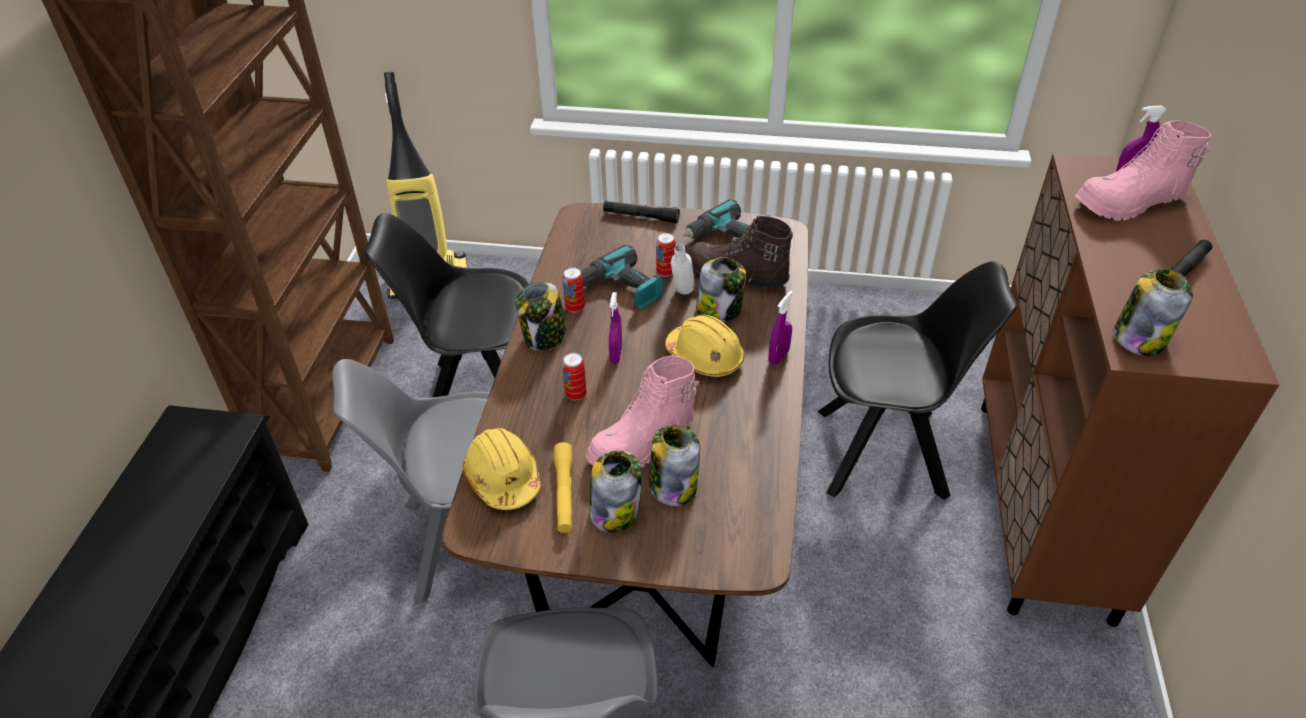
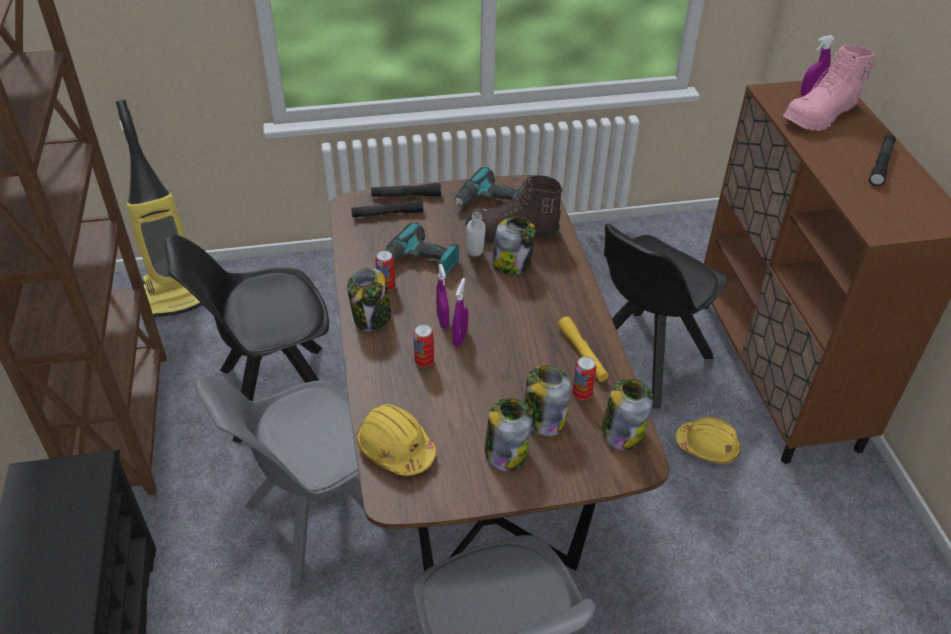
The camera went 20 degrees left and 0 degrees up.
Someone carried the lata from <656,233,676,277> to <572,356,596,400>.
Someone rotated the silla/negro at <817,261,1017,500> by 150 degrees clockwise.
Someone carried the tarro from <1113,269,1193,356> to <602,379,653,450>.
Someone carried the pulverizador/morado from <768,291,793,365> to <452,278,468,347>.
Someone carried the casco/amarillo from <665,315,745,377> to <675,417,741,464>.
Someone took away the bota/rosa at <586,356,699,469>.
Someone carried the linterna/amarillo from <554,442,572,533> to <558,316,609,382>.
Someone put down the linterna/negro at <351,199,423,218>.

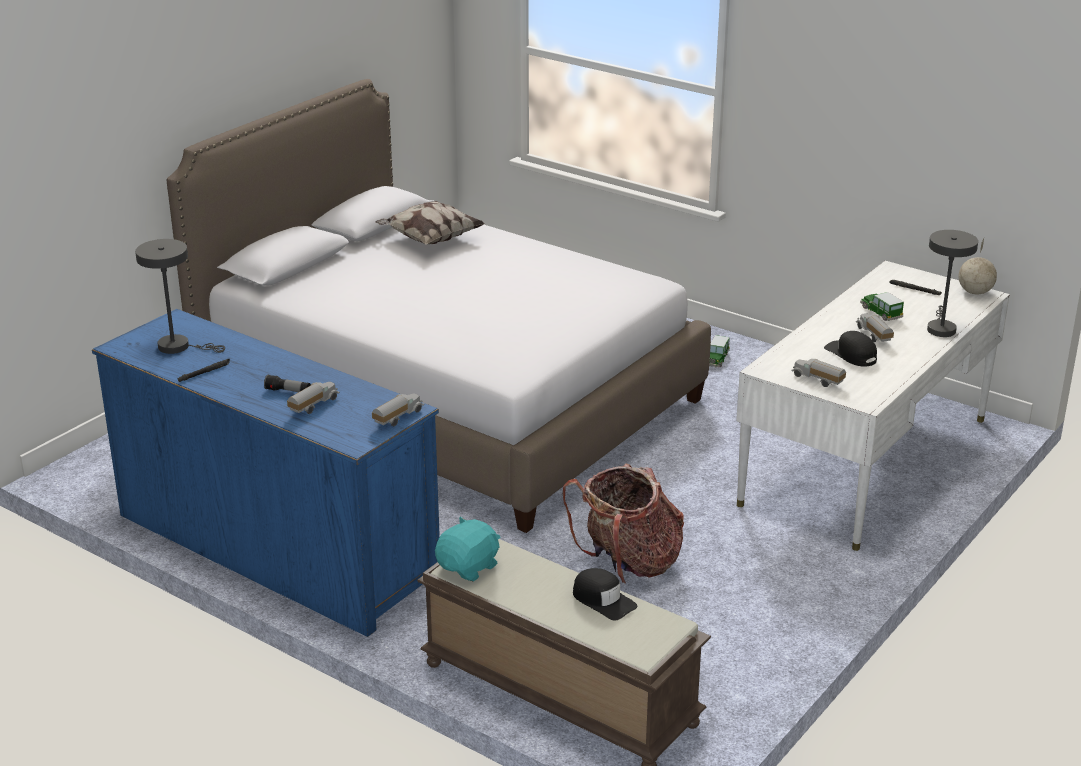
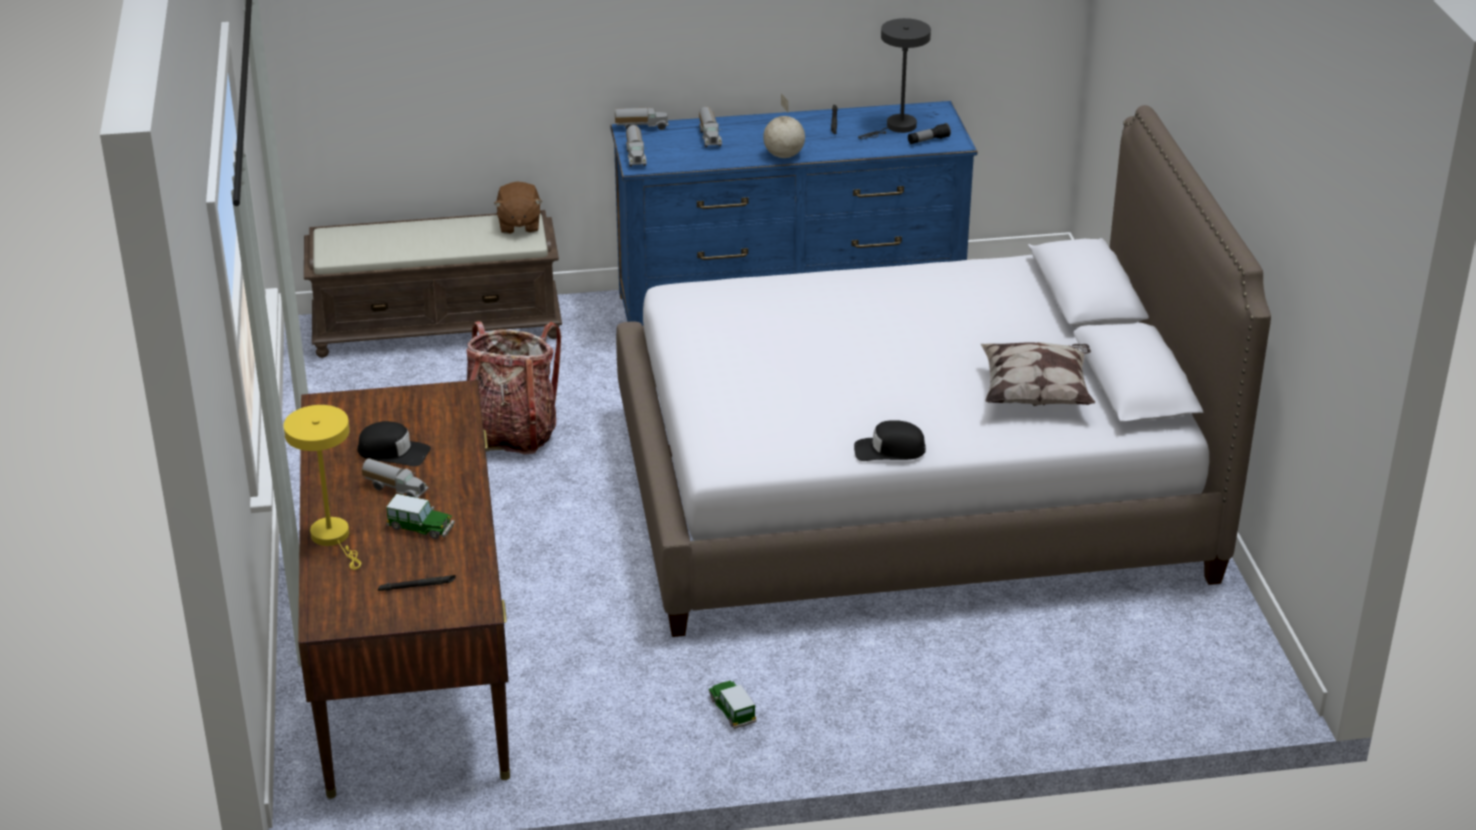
The camera went 135 degrees right and 5 degrees up.
Someone repainted the lámpara de mesa/gris at <927,230,978,337>, which became the lámpara de mesa/amarillo at <283,405,361,570>.
Someone carried the globo terráqueo from <959,239,997,295> to <763,94,805,158>.
Someone repainted the escritorio/blanco at <736,261,1010,551>, which became the escritorio/marrón at <298,380,510,799>.
Someone carried the camión de juguete from <791,359,846,387> to <615,107,669,130>.
Someone carried the linterna from <264,375,311,392> to <908,123,951,144>.
Someone repainted the peluche/turquesa at <435,517,501,582>, which became the peluche/marrón at <494,181,542,234>.
Someone carried the gorra/negro from <573,568,638,621> to <854,420,926,461>.

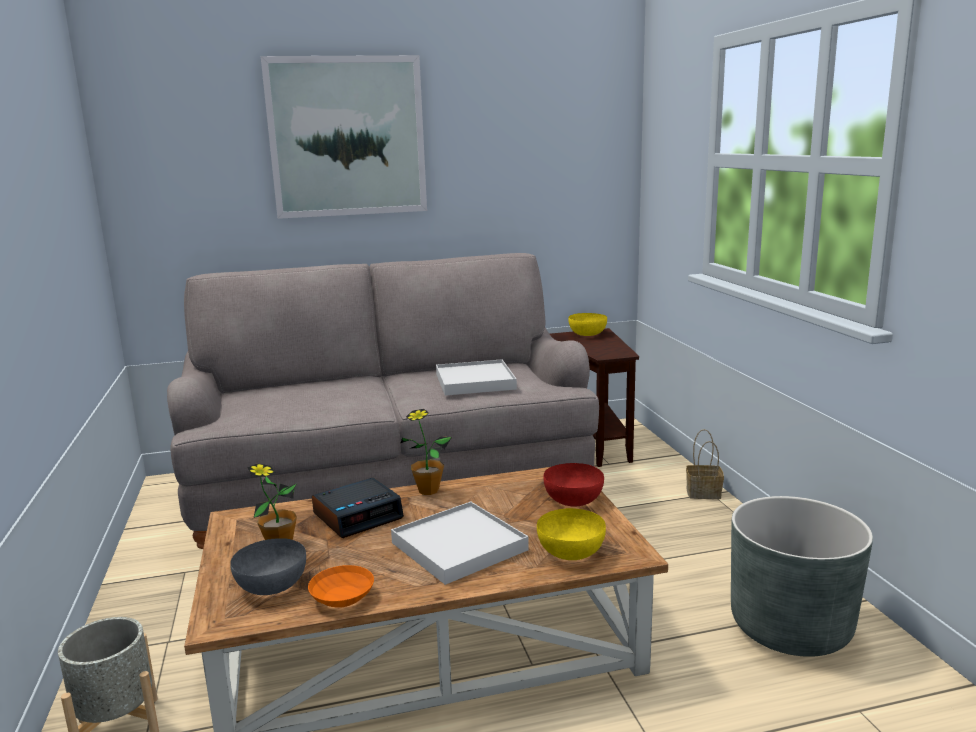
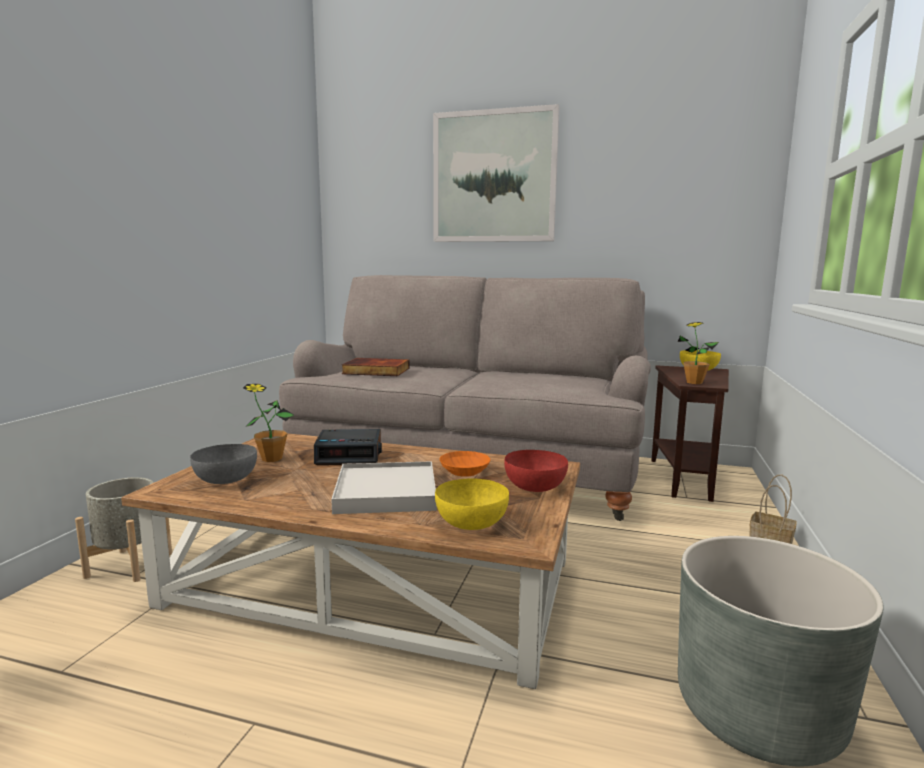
The camera went 30 degrees right and 5 degrees down.
Someone took away the bandeja/blanco at <436,359,517,396>.
Someone carried the planta en maceta from <400,409,452,495> to <678,322,719,384>.
Someone carried the cuenco/naranja from <308,565,374,608> to <439,451,490,477>.
Someone put down the libro at <342,358,409,376>.

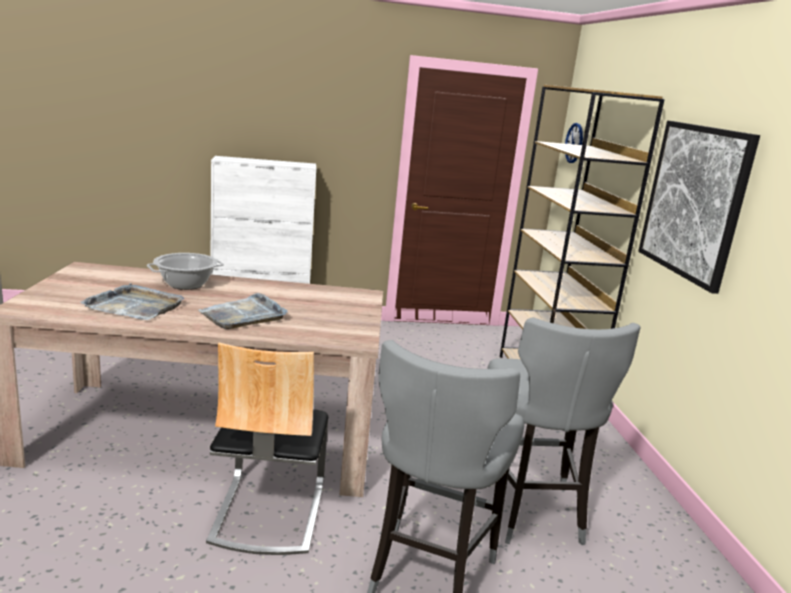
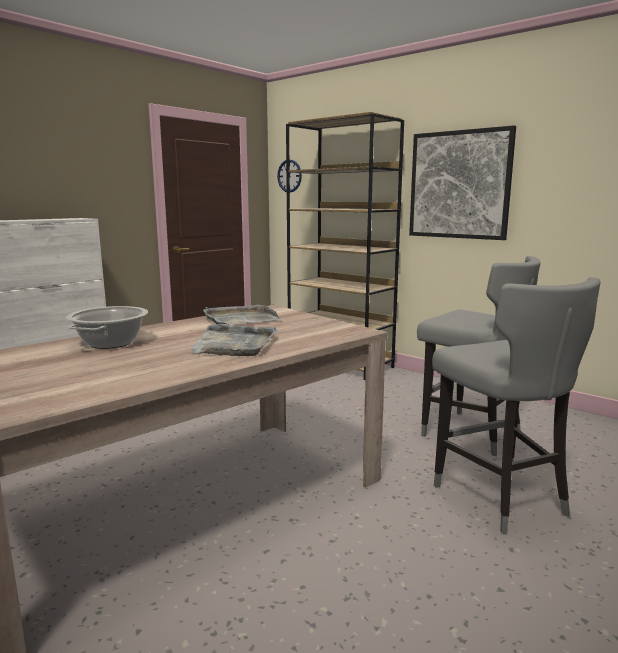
The camera went 40 degrees left and 5 degrees down.
Someone carried the bandeja/gris from <80,283,184,320> to <203,304,282,325>.
Someone took away the silla at <206,343,328,555>.

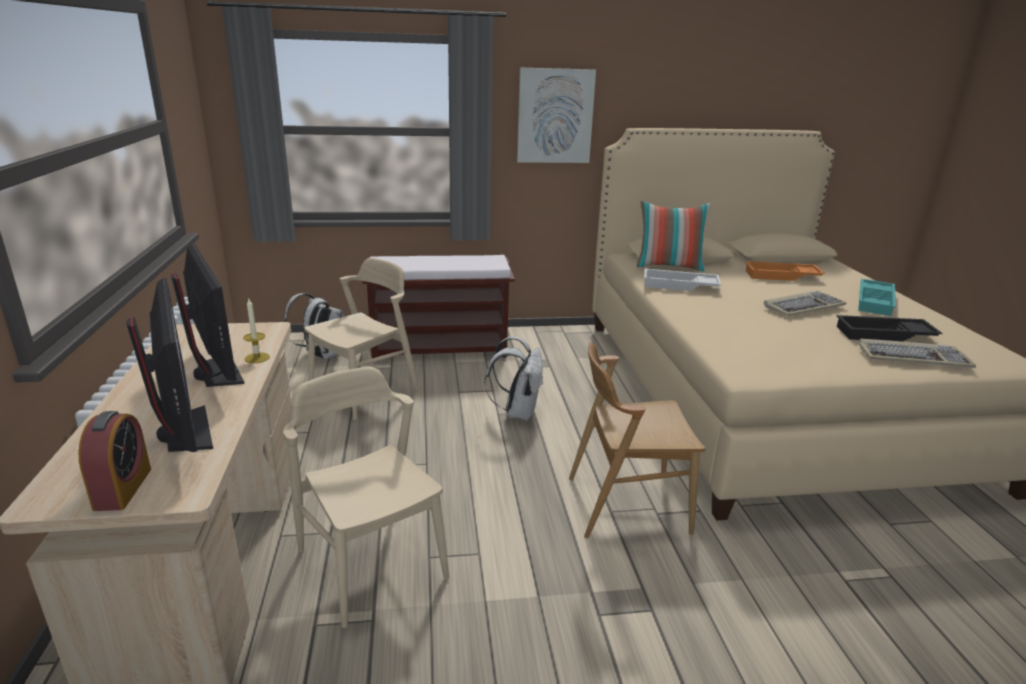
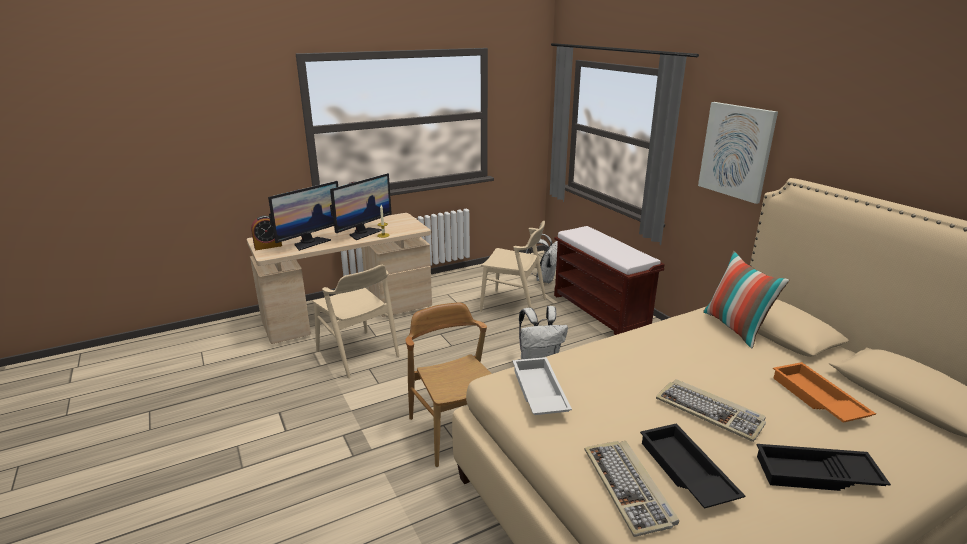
The camera went 70 degrees right and 0 degrees up.
Someone carried the bandeja/blanco from <644,269,721,291> to <513,357,572,415>.
Someone repainted the bandeja/turquesa at <858,279,896,316>, which became the bandeja/negro at <757,444,891,491>.
Someone rotated the silla/beis at <283,367,449,628> by 105 degrees clockwise.

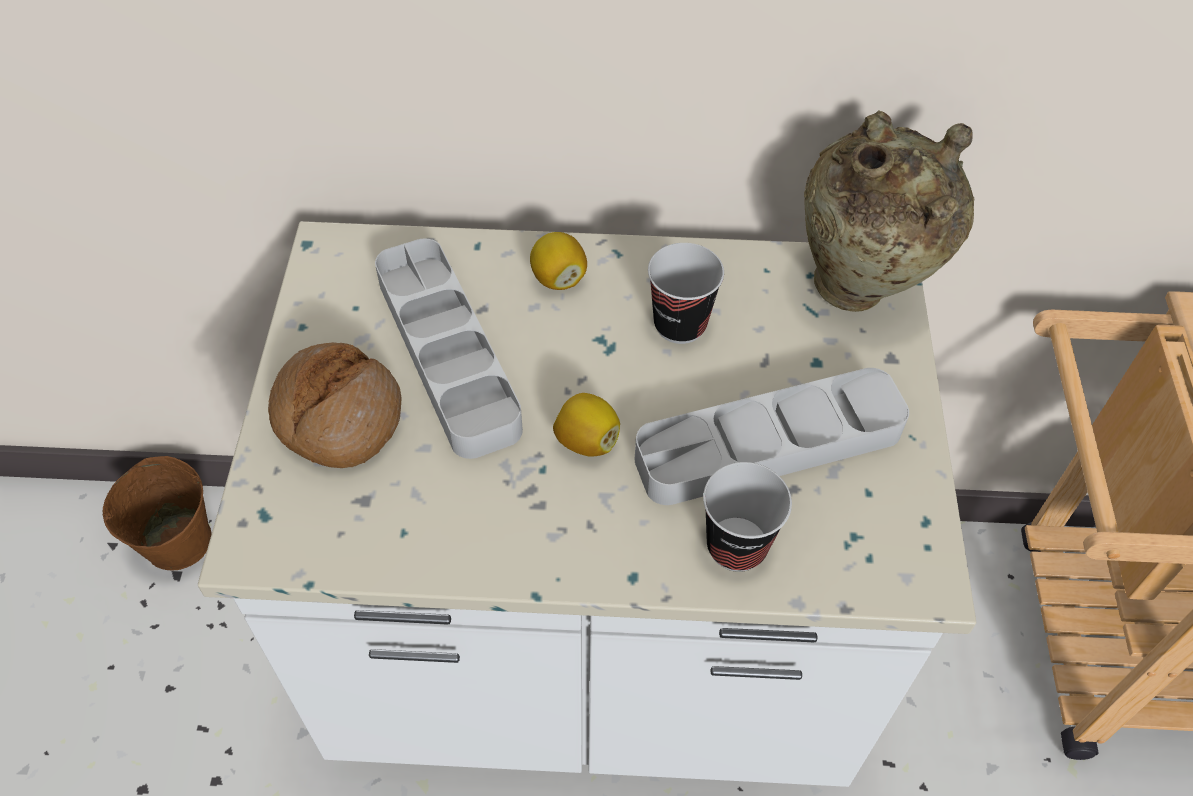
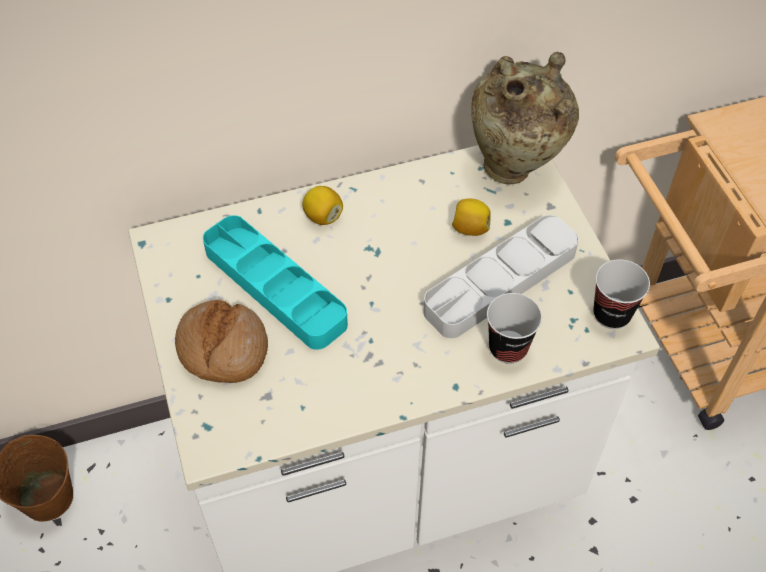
The camera went 20 degrees left and 0 degrees up.
Someone repainted the bandeja/gris at <375,239,523,459>, which became the bandeja/turquesa at <203,215,348,350>.
Someone carried the taza from <648,243,724,344> to <593,259,650,329>.
Someone carried the limón from <553,393,620,457> to <452,199,491,236>.

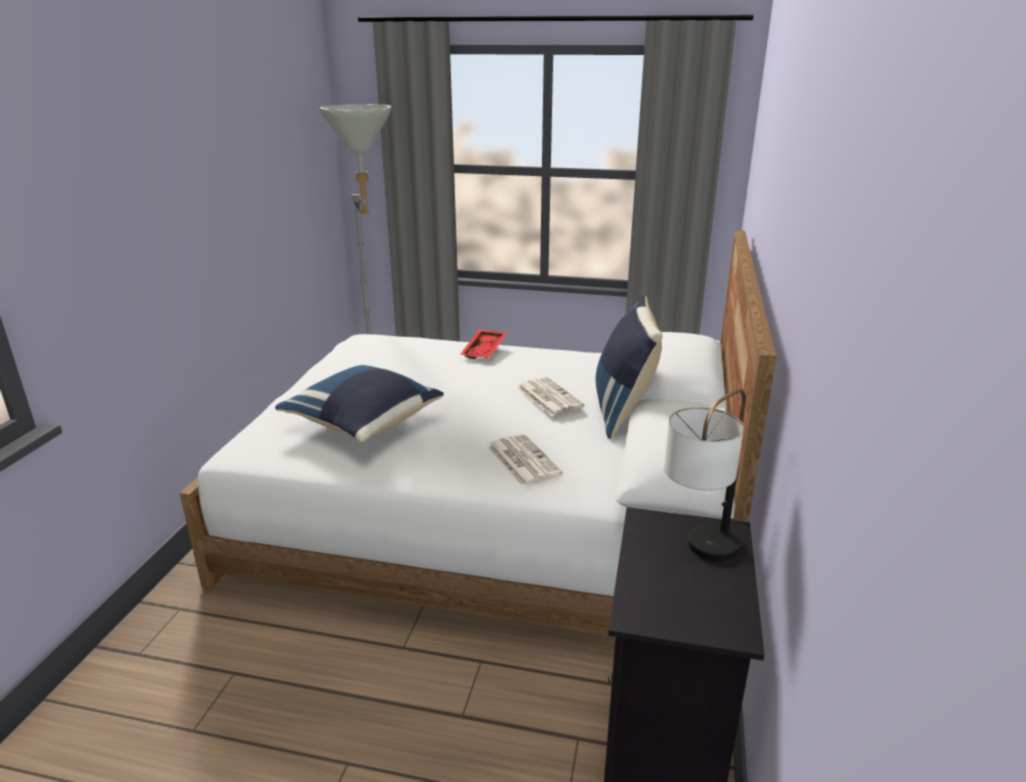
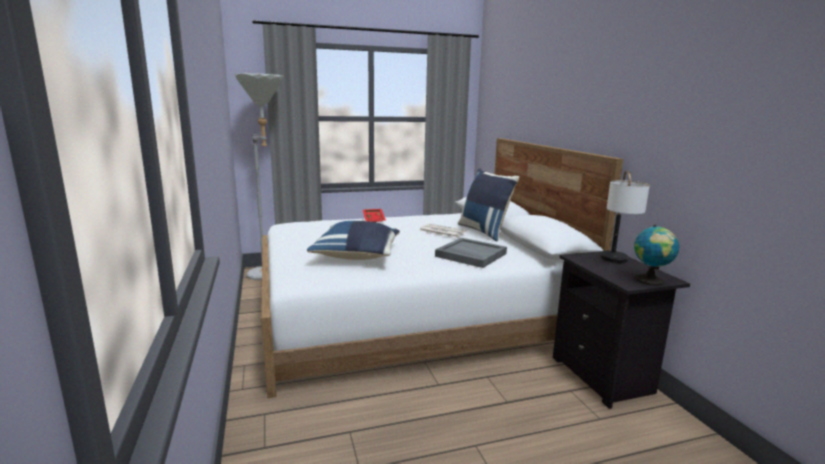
The camera went 30 degrees left and 10 degrees down.
Someone swapped the periódico at <488,434,563,487> for the bandeja/gris at <435,238,507,268>.
Someone put down the globo terráqueo at <634,225,679,286>.

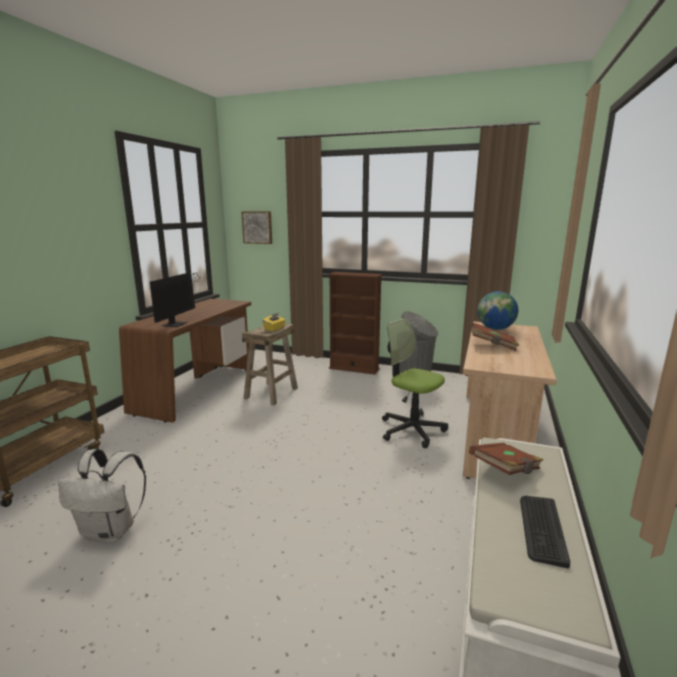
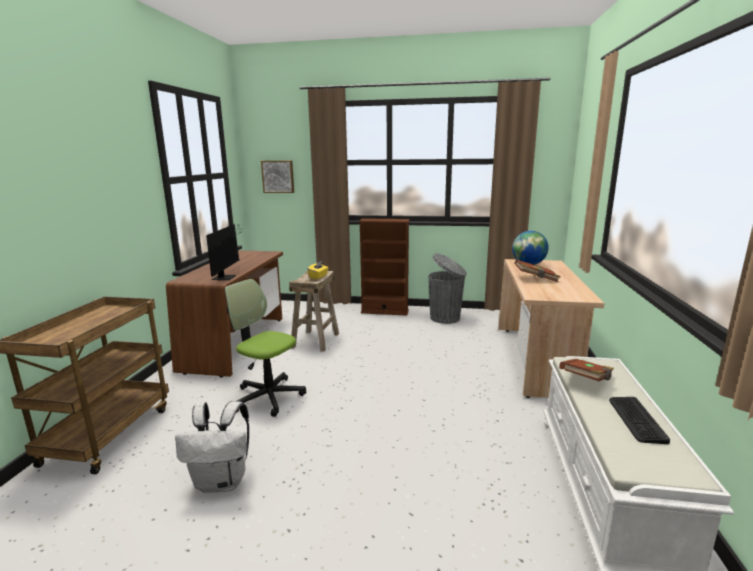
The camera went 10 degrees left and 0 degrees up.
Someone carried the silla de oficina from <382,318,448,448> to <225,279,306,417>.

